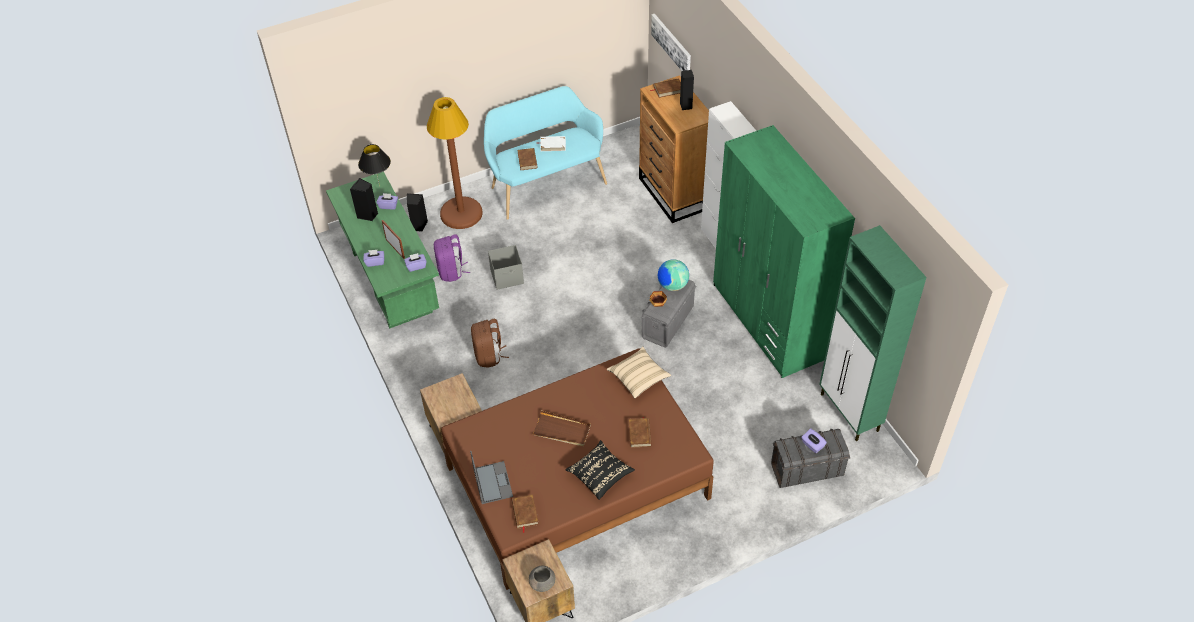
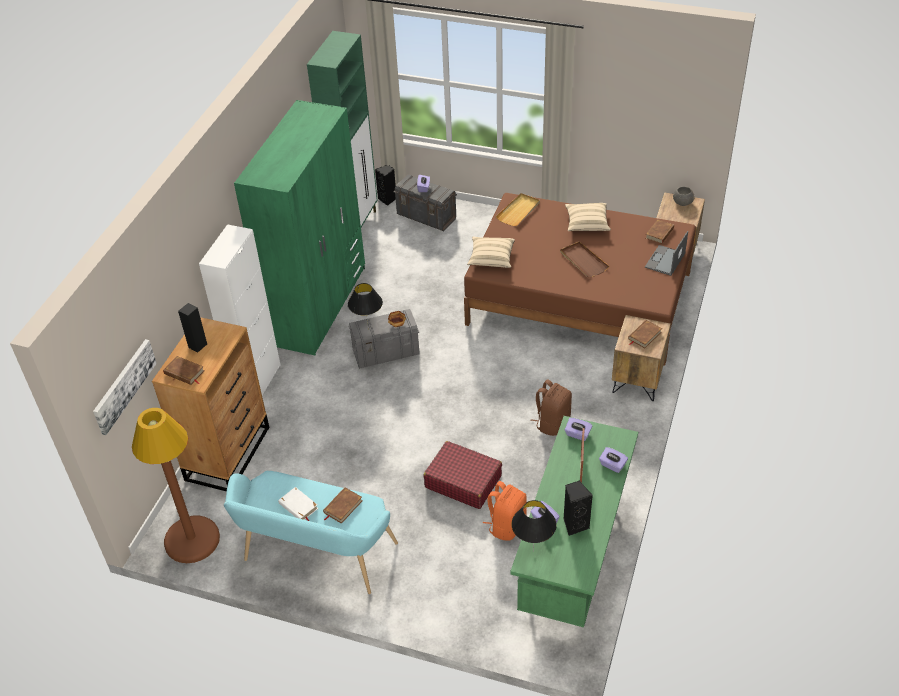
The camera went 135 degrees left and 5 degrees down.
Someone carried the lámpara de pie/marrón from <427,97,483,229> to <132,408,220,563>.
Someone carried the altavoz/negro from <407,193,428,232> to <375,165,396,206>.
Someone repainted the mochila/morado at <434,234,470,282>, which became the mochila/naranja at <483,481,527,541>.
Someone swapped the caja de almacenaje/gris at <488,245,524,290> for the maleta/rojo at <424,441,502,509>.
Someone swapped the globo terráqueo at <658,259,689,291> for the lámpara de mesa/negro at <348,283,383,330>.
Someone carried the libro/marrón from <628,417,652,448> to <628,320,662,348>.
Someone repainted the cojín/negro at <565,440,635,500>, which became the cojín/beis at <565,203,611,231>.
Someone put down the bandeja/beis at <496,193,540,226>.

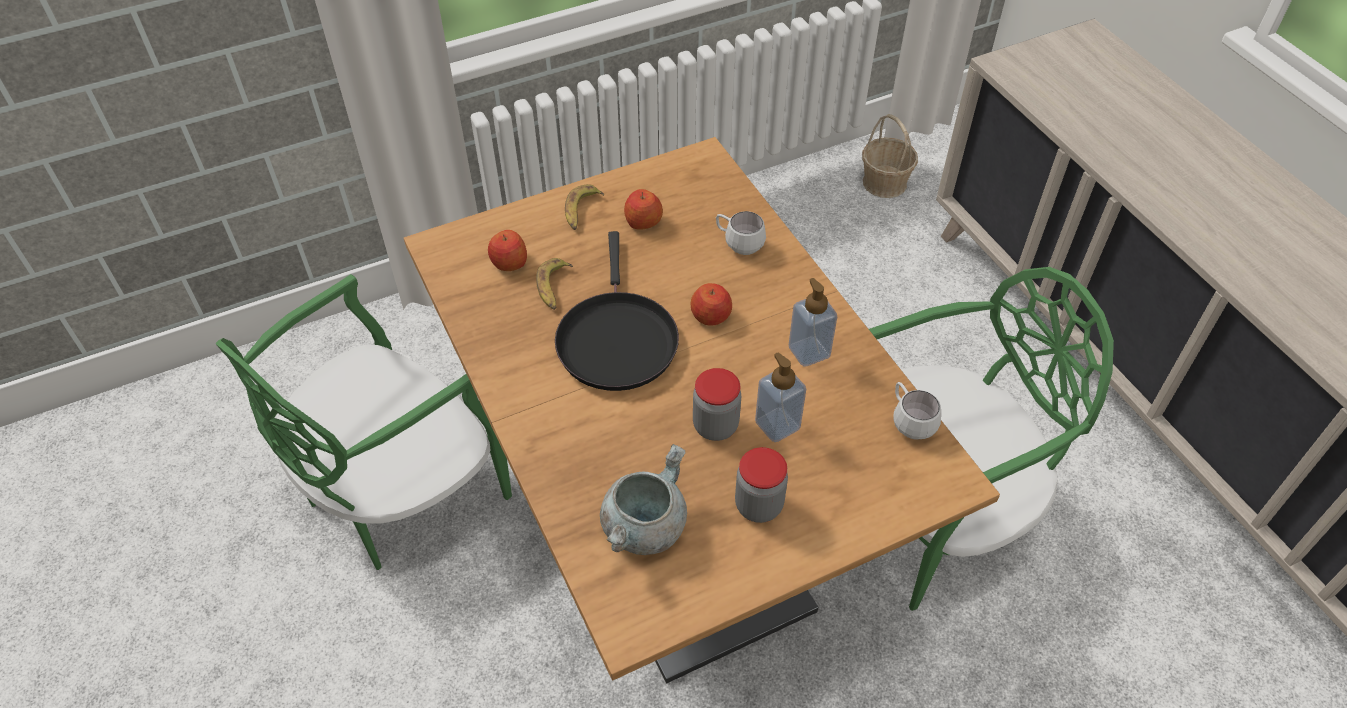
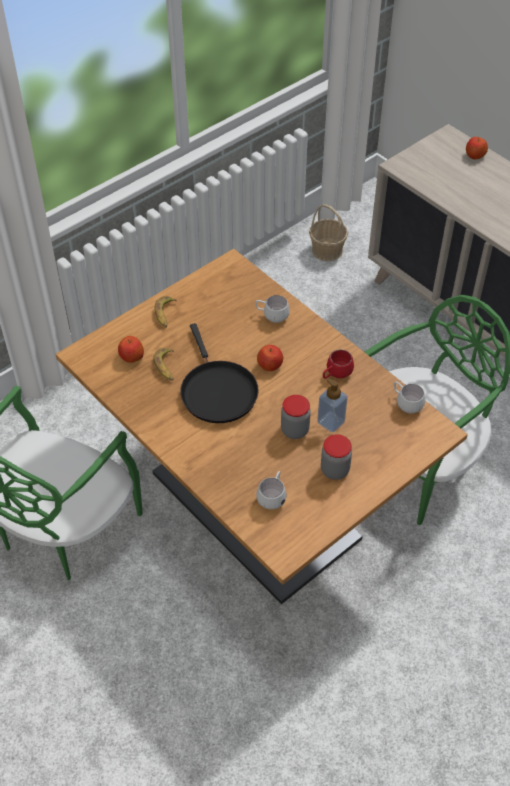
The camera went 15 degrees left and 0 degrees up.
Someone carried the manzana from <624,189,663,230> to <466,137,488,160>.
Someone swapped the dispensador de jabón at <789,278,837,367> for the taza grande/rojo at <323,349,354,379>.
Someone swapped the olla/gris at <600,444,687,555> for the taza grande/blanco at <256,471,286,509>.

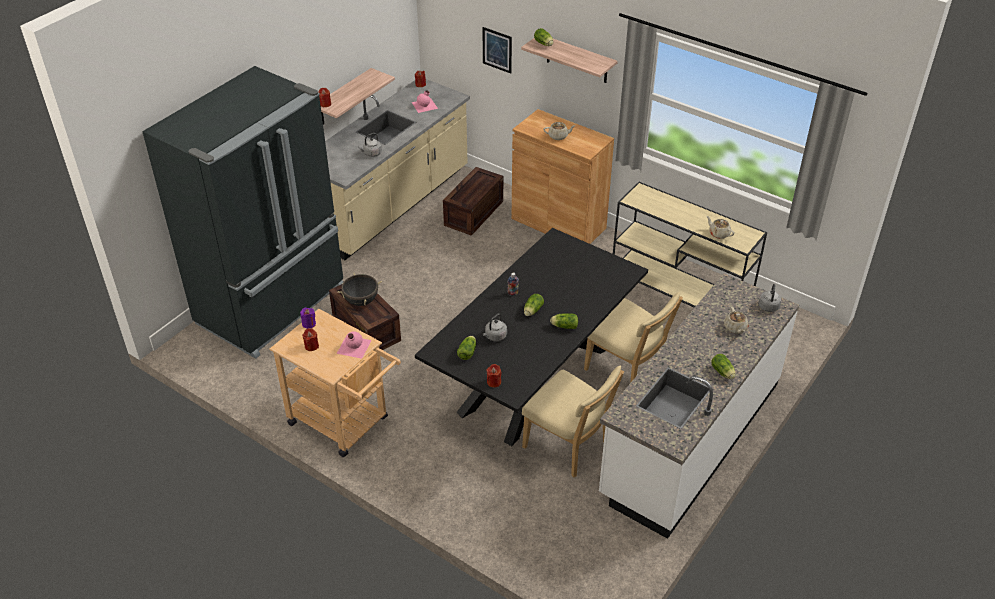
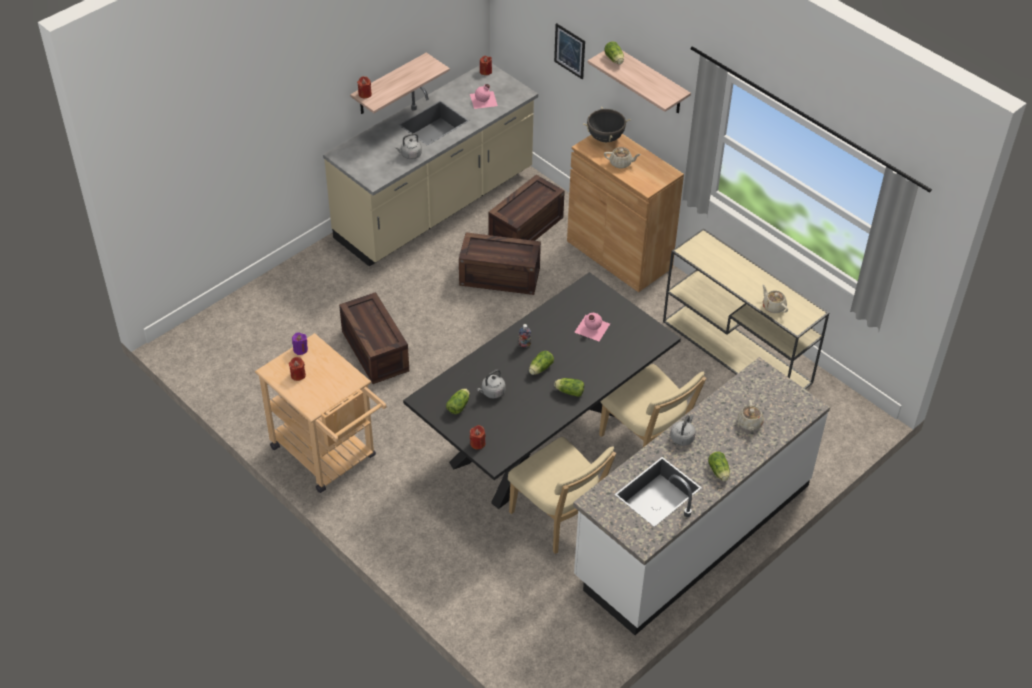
The camera went 10 degrees right and 5 degrees up.
Someone took away the nevera/negro at <142,66,343,359>.
Someone carried the olla/negro from <338,273,382,306> to <583,106,630,142>.
Someone carried the hervidor/gris from <758,284,781,312> to <670,415,696,446>.
Someone carried the botella/rosa from <337,331,372,359> to <574,313,610,341>.
Someone put down the caja de embalaje at <459,232,541,295>.

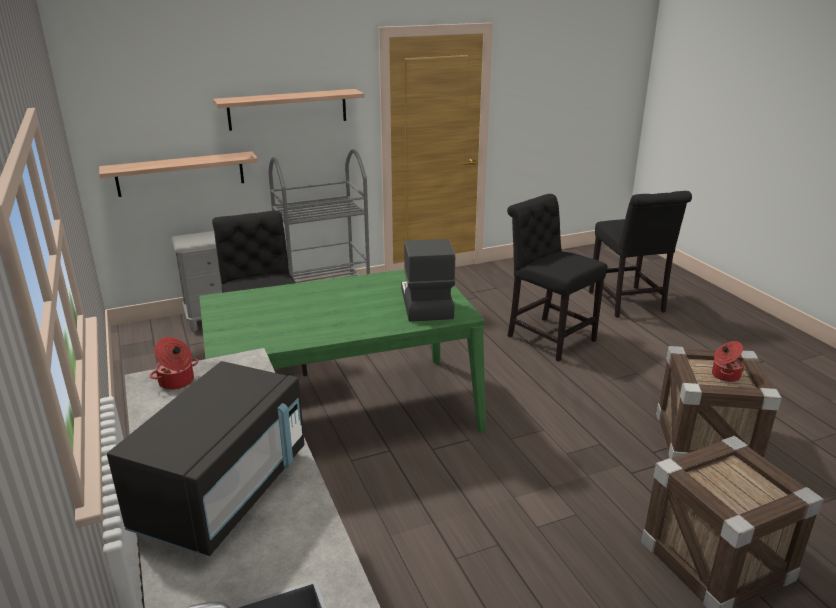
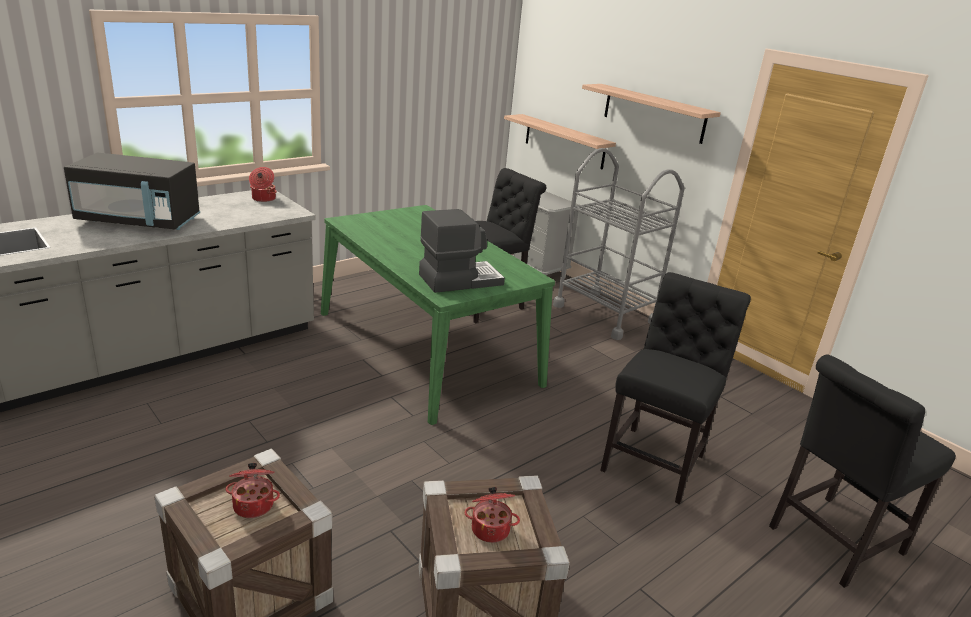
The camera went 70 degrees right and 0 degrees up.
Someone put down the olla at <226,463,280,518>.

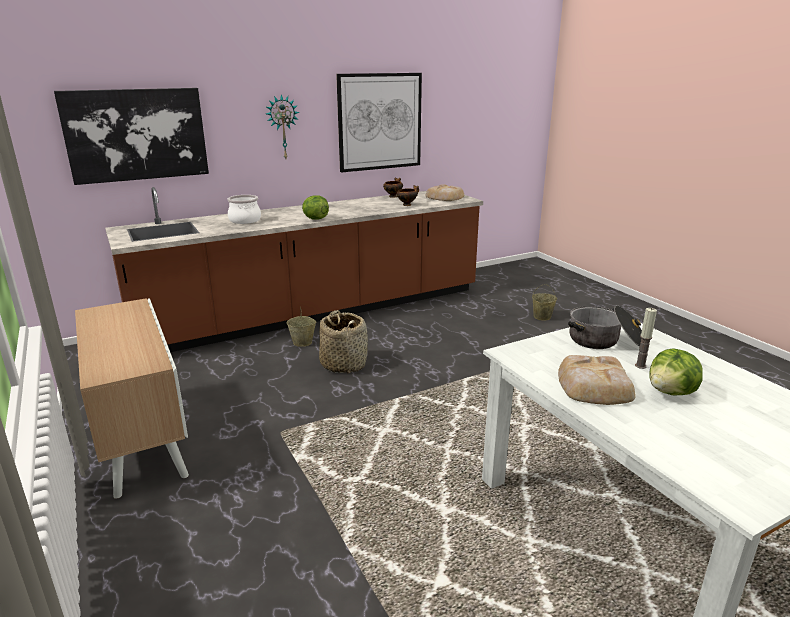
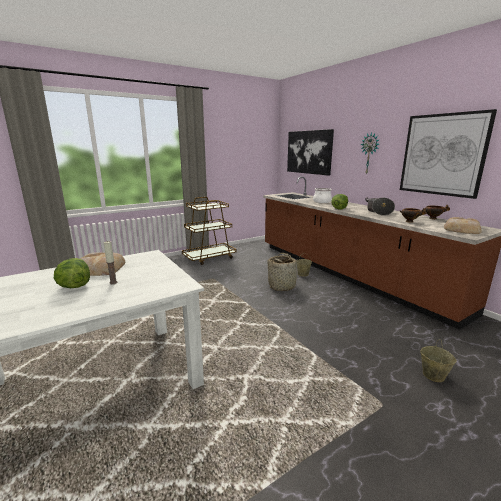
The camera went 85 degrees right and 5 degrees down.
Someone swapped the armario at <75,298,189,499> for the carrito/marrón at <182,197,236,265>.
Someone carried the olla from <568,305,642,349> to <365,198,395,215>.

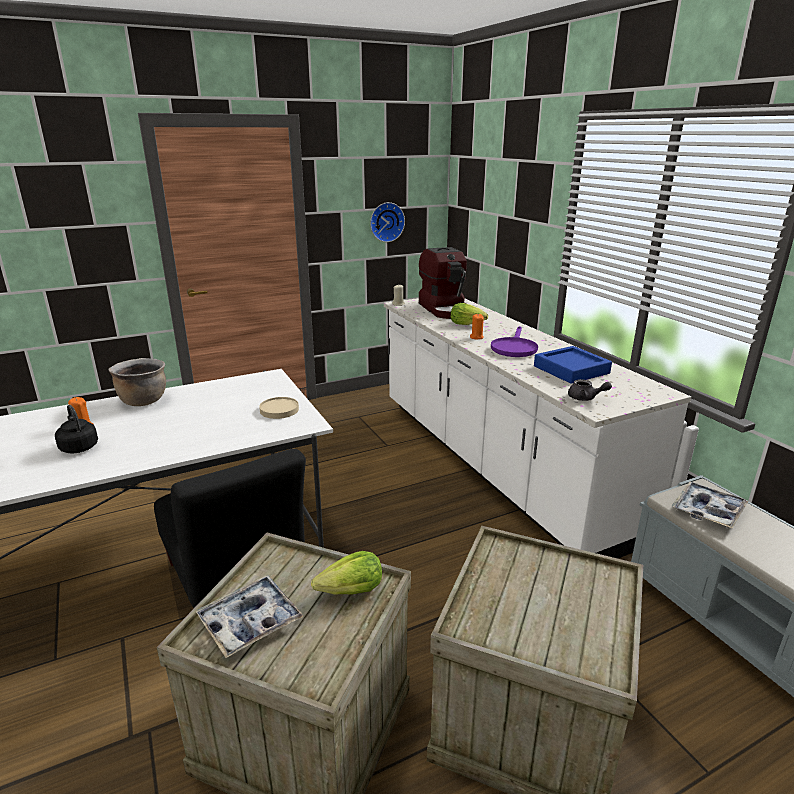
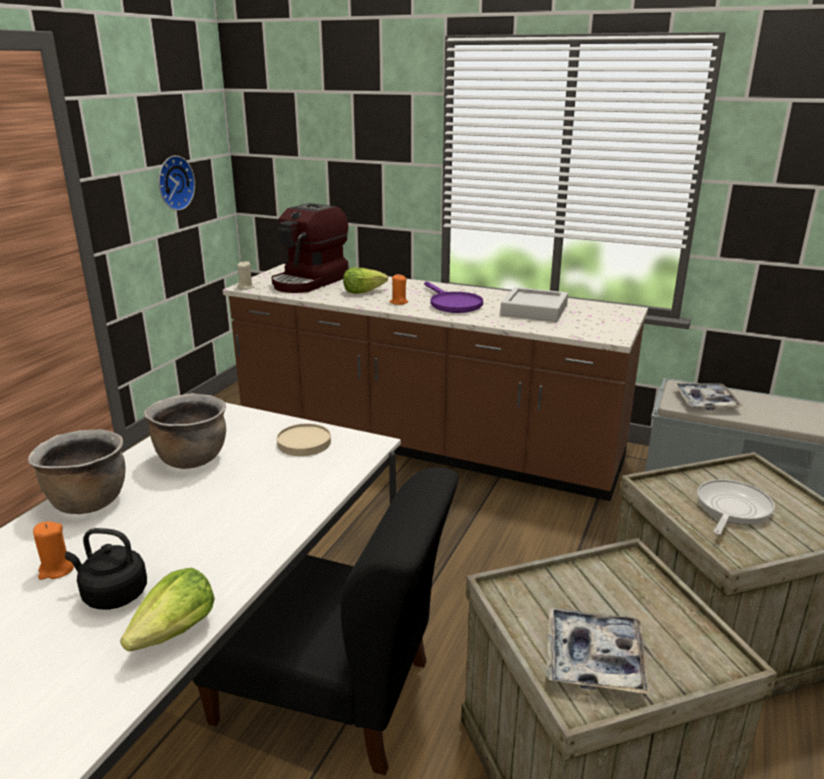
The camera went 40 degrees left and 0 degrees up.
Someone rotated the cafetera at <419,247,467,319> by 90 degrees clockwise.
Someone repainted the mueble bajo de cocina/blanco at <384,298,691,559>, which became the mueble bajo de cocina/marrón at <223,264,648,501>.
Someone repainted the bandeja/azul at <534,346,612,384>, which became the bandeja/gris at <500,287,568,322>.
Someone took away the tetera/gris at <568,379,612,401>.
Someone carried the lechuga from <311,551,382,595> to <120,568,215,652>.
Someone put down the olla/marrón at <144,393,226,469>.
Someone put down the sartén at <697,479,775,535>.

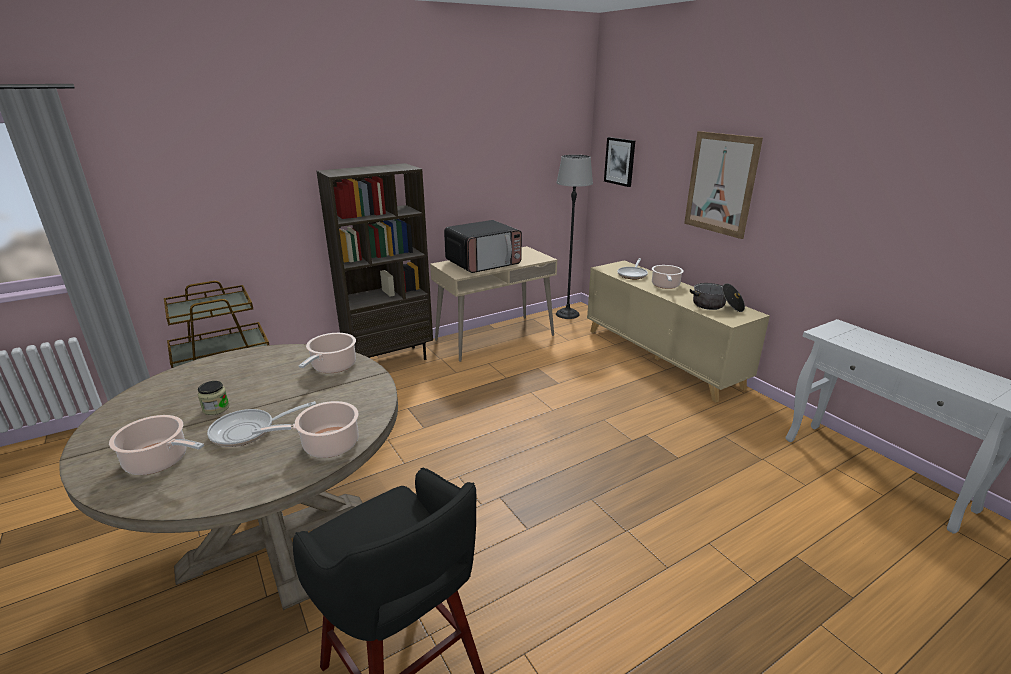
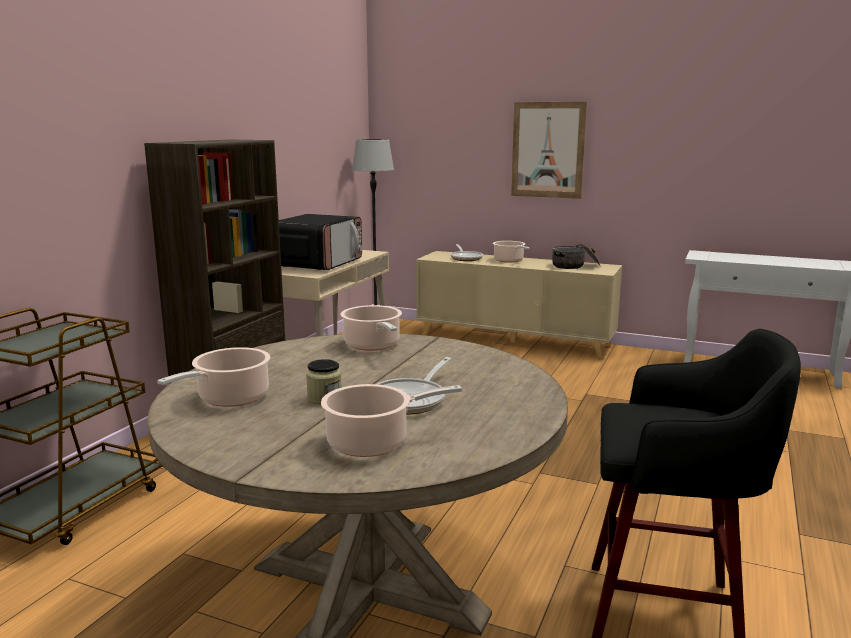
The camera went 35 degrees left and 10 degrees down.
Someone took away the cuadro at <604,137,635,187>.
Someone carried the olla from <252,401,359,458> to <157,347,270,407>.

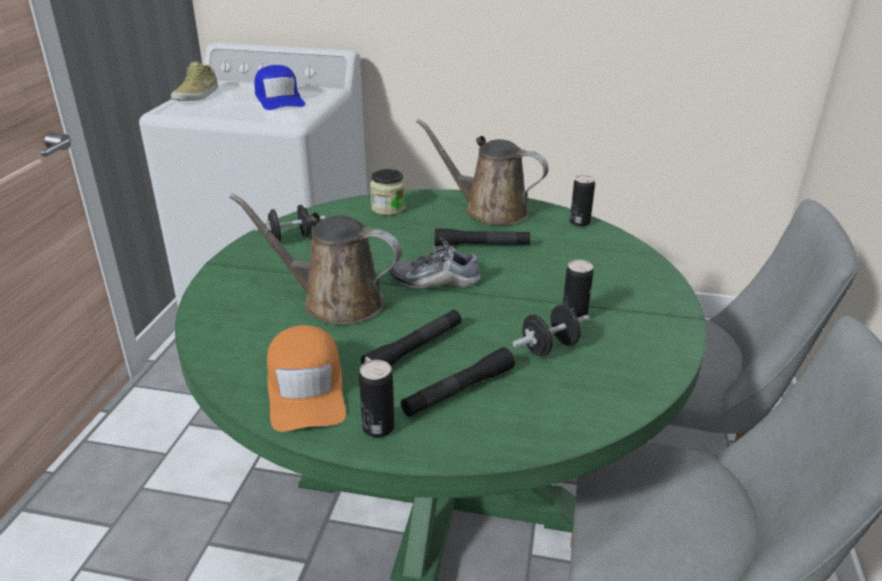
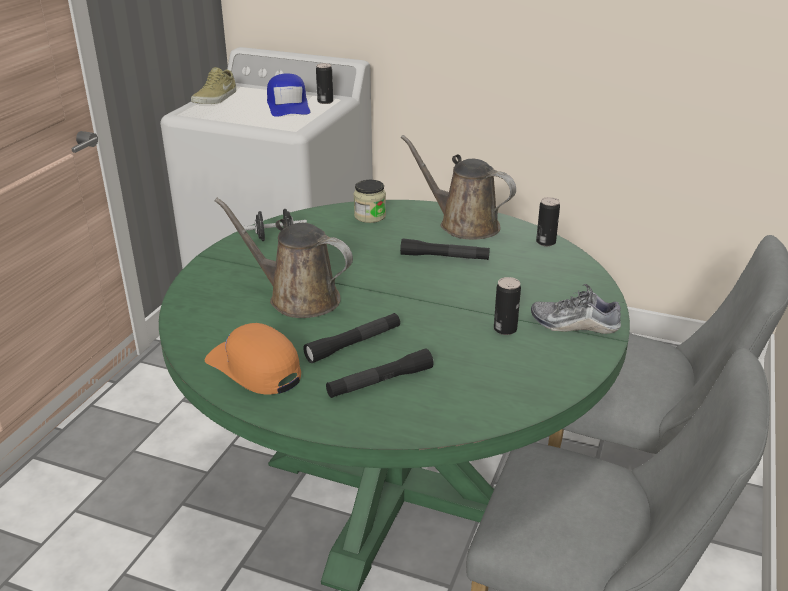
The camera went 10 degrees right and 0 degrees up.
Someone carried the zapato from <389,238,481,289> to <531,284,622,334>.
Someone took away the mancuerna/negro at <513,305,589,356>.
Someone rotated the gorra/naranja at <267,325,346,432> by 135 degrees clockwise.
Someone carried the lata from <359,360,394,438> to <316,63,333,104>.

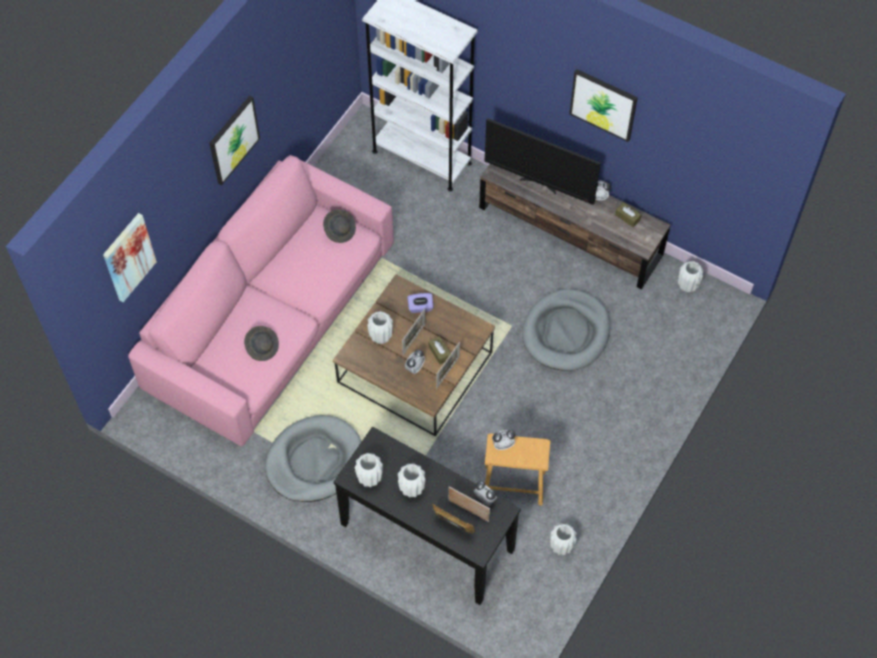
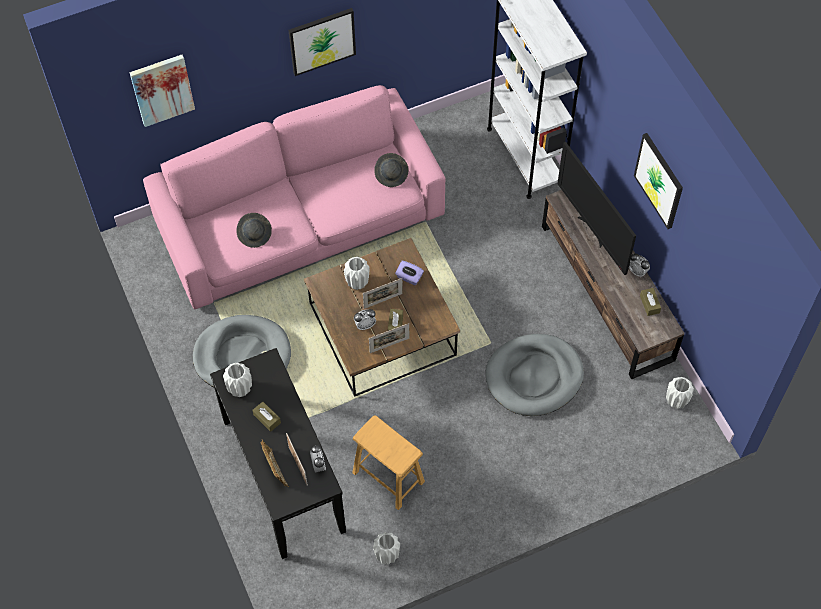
The camera went 35 degrees right and 0 degrees up.
Someone took away the despertador at <492,430,515,450>.
Someone swapped the florero/blanco at <398,463,425,497> for the caja de pañuelos/marrón at <252,402,281,432>.

